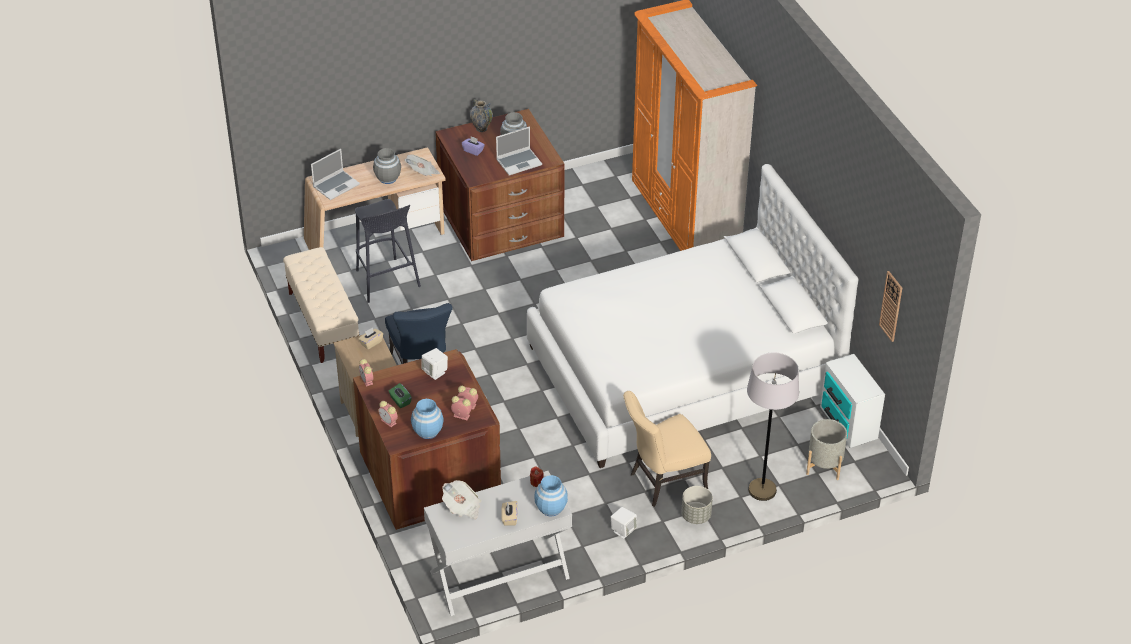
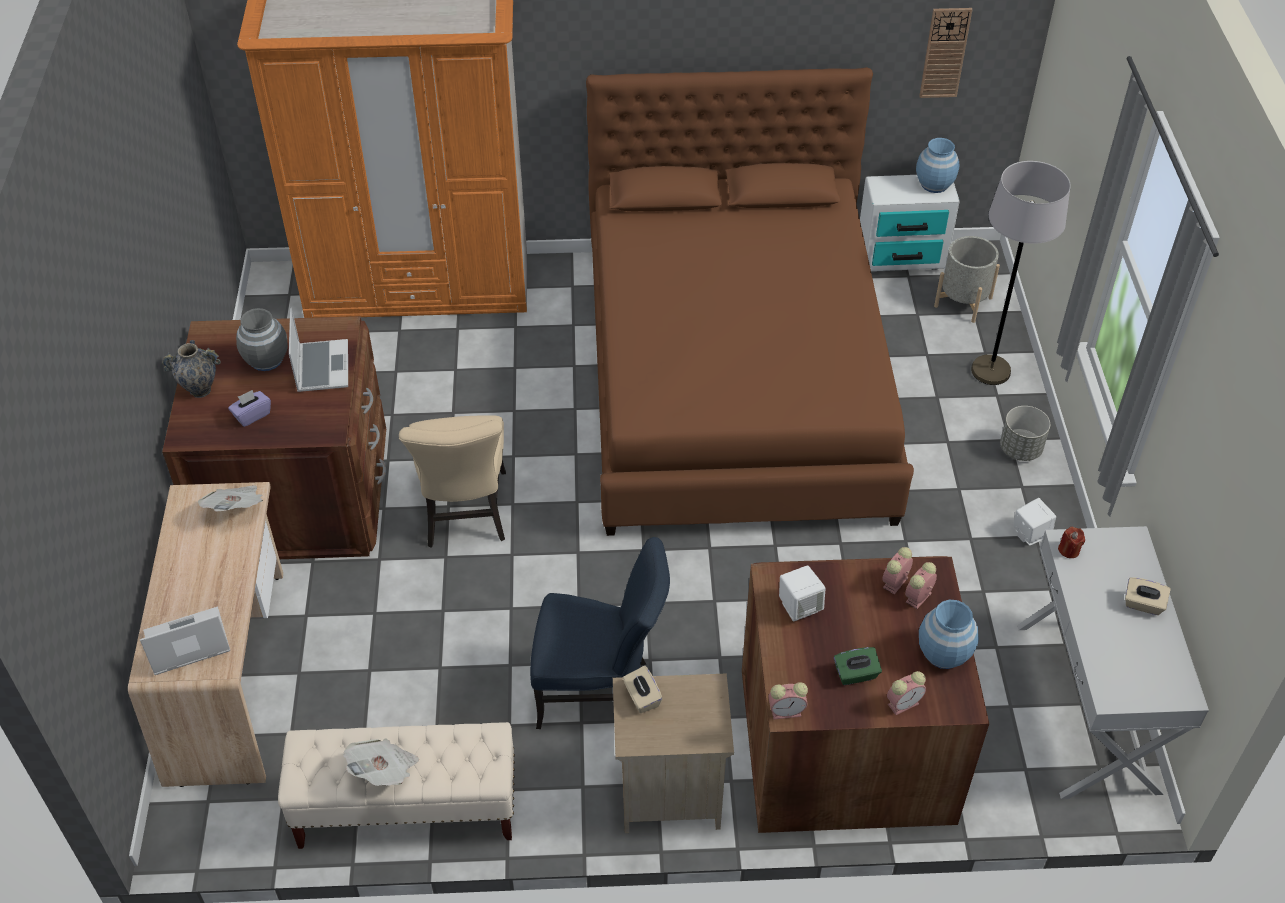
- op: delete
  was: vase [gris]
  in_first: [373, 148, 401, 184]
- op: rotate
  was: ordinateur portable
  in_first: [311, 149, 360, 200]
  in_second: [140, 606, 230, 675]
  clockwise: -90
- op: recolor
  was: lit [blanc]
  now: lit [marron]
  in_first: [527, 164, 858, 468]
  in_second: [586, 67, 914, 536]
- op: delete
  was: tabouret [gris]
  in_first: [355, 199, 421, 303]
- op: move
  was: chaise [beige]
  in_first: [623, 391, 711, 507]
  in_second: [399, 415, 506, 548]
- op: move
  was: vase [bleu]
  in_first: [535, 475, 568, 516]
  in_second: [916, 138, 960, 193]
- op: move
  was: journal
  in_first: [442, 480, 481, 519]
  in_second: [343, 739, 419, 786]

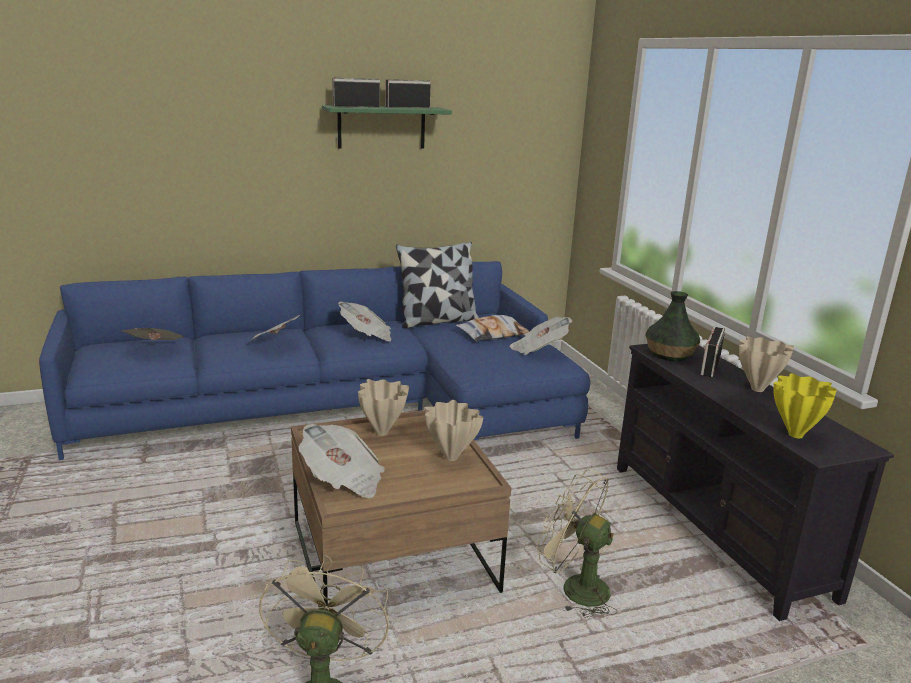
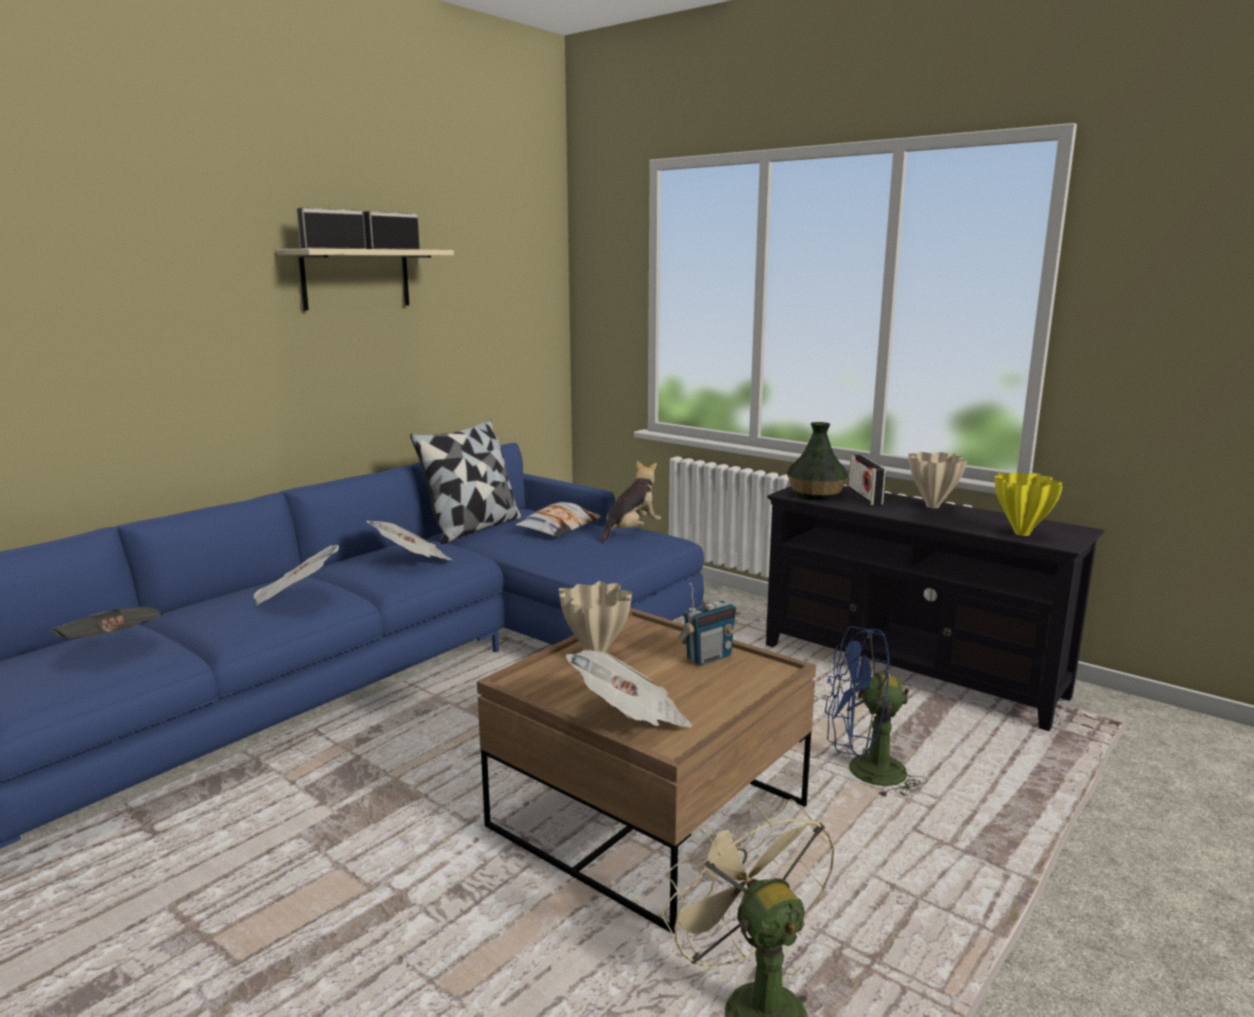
- op: recolor
  was: étagère [vert]
  now: étagère [beige]
  in_first: [322, 105, 452, 149]
  in_second: [277, 249, 454, 310]
- op: replace
  was: journal
  now: peluche
  in_first: [510, 317, 572, 355]
  in_second: [601, 461, 661, 543]
- op: replace
  was: vase [beige]
  now: radio
  in_first: [424, 400, 483, 461]
  in_second: [679, 583, 736, 665]
- op: recolor
  was: ventilateur [beige]
  now: ventilateur [bleu]
  in_first: [536, 469, 617, 618]
  in_second: [824, 626, 927, 798]

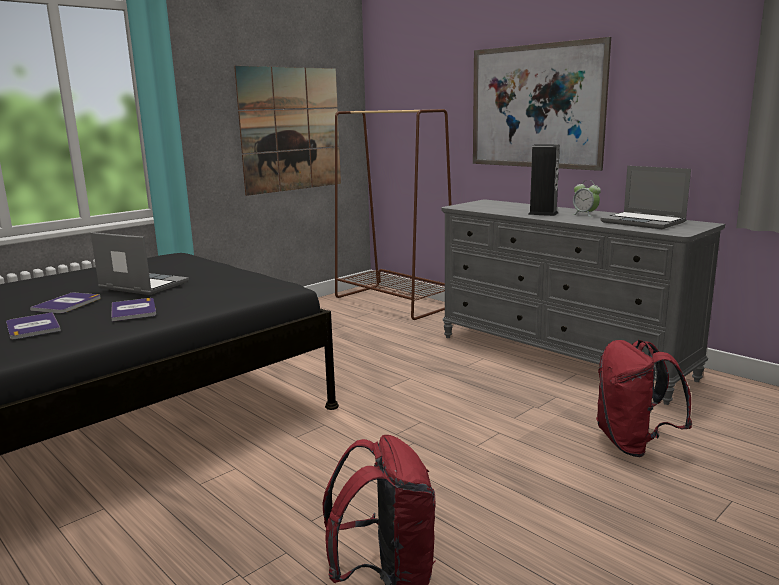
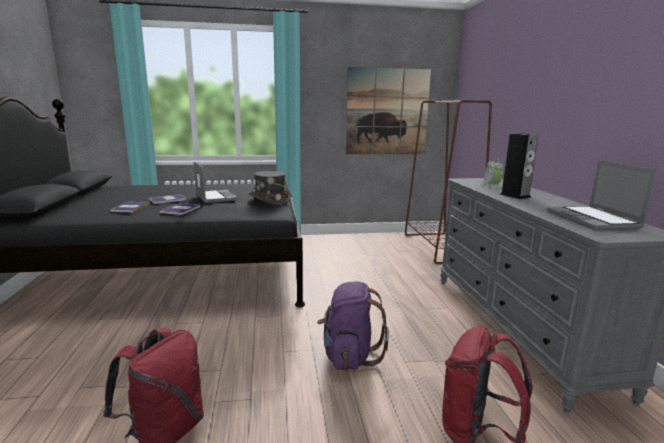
- op: delete
  was: tableau
  in_first: [473, 37, 611, 171]
- op: move
  was: réveil
  in_first: [572, 183, 601, 217]
  in_second: [483, 158, 504, 188]
- op: insert
  now: chapeau [gris]
  in_second: [249, 171, 291, 205]
- op: insert
  now: sac à dos [violet]
  in_second: [317, 281, 389, 370]

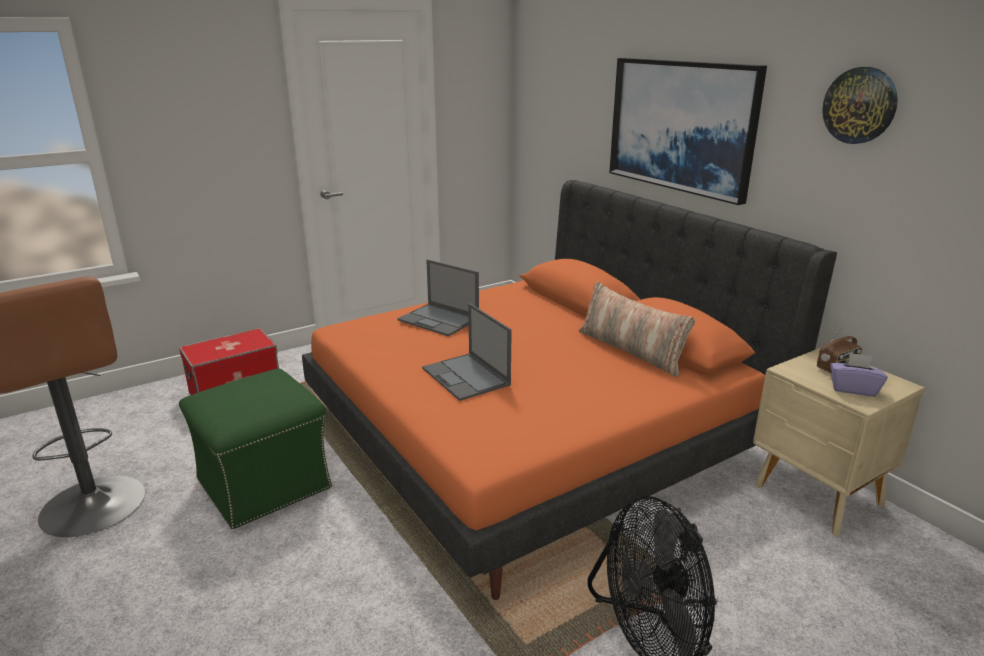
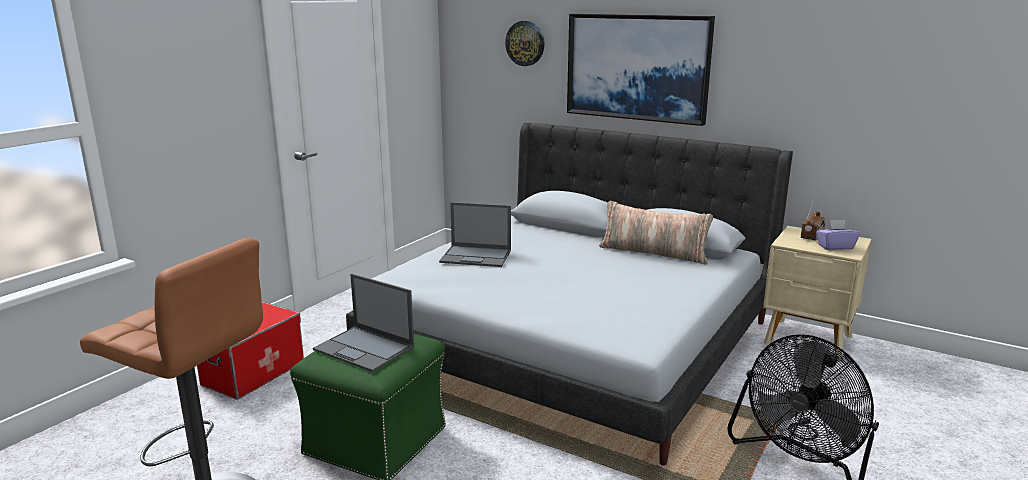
- op: move
  was: horloge murale
  in_first: [822, 67, 898, 144]
  in_second: [505, 21, 545, 66]
- op: recolor
  was: lit [orange]
  now: lit [gris]
  in_first: [302, 180, 837, 600]
  in_second: [346, 123, 793, 465]
- op: move
  was: ordinateur portable
  in_first: [422, 303, 512, 401]
  in_second: [313, 274, 414, 372]

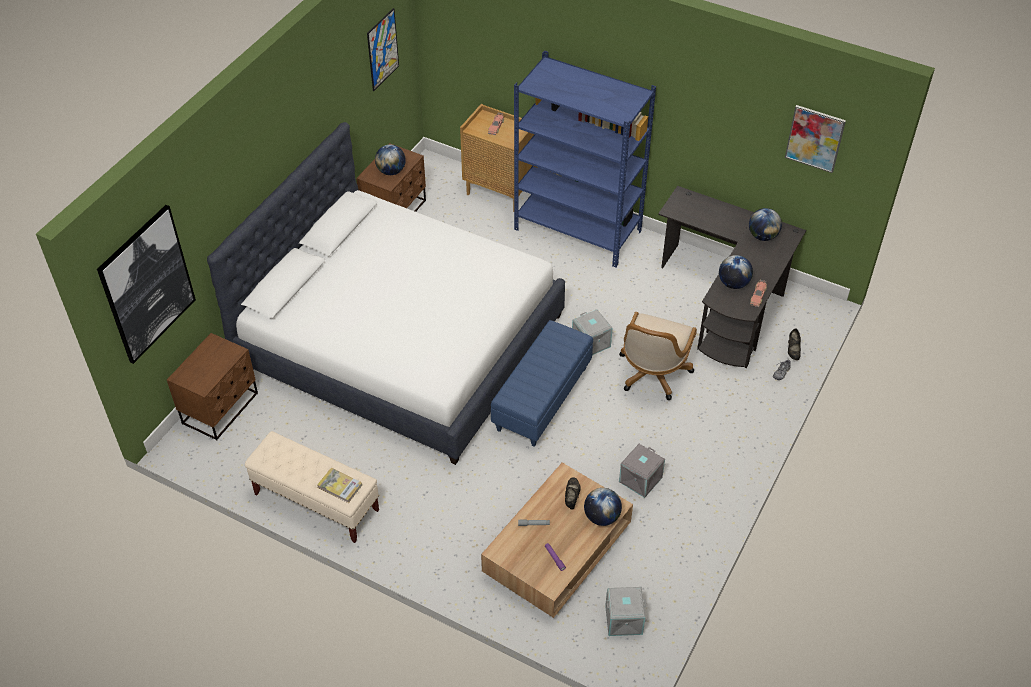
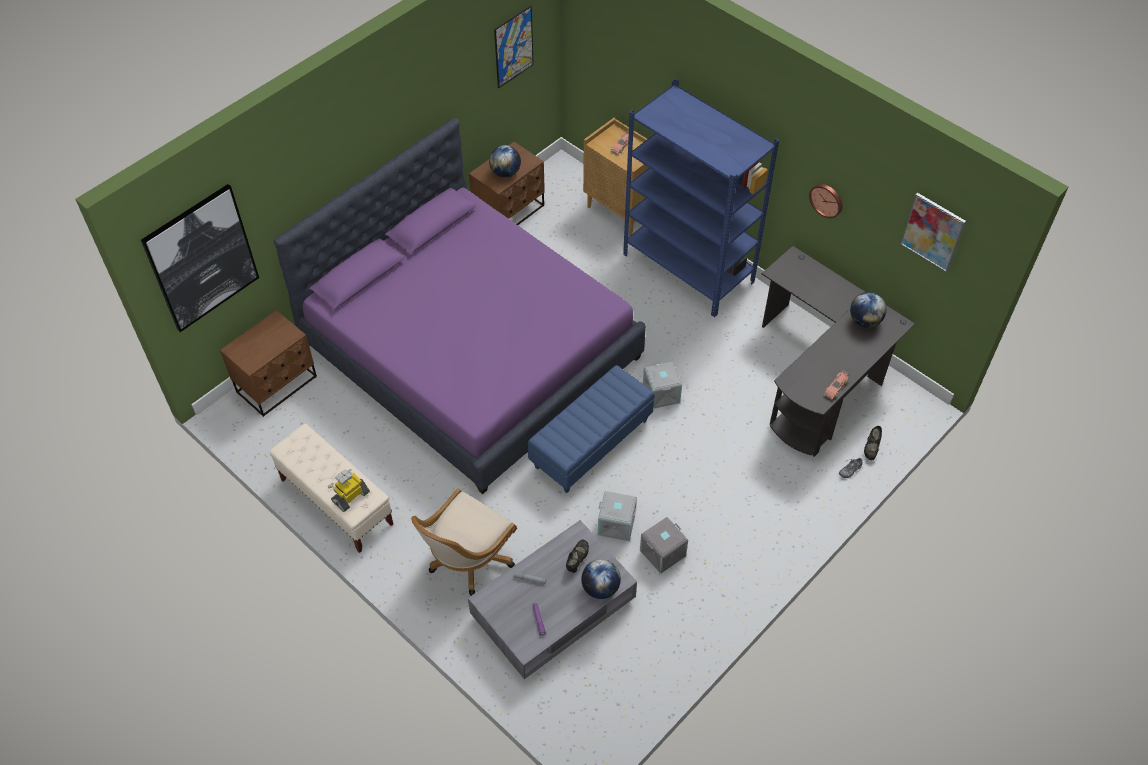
- op: recolor
  was: lit [blanc]
  now: lit [violet]
  in_first: [207, 122, 565, 465]
  in_second: [274, 118, 646, 494]
- op: delete
  was: globe
  in_first: [719, 255, 753, 289]
- op: move
  was: chaise de bureau
  in_first: [619, 312, 697, 400]
  in_second: [411, 489, 517, 596]
- op: recolor
  was: table basse [marron]
  now: table basse [gris]
  in_first: [481, 463, 633, 618]
  in_second: [468, 520, 637, 679]
- op: replace
  was: livre
  now: robot jouet
  in_first: [317, 468, 362, 503]
  in_second: [328, 469, 370, 512]
- op: move
  was: boîte de rangement [gris]
  in_first: [605, 587, 647, 636]
  in_second: [598, 491, 637, 541]
- op: insert
  now: horloge murale
  in_second: [809, 184, 843, 218]

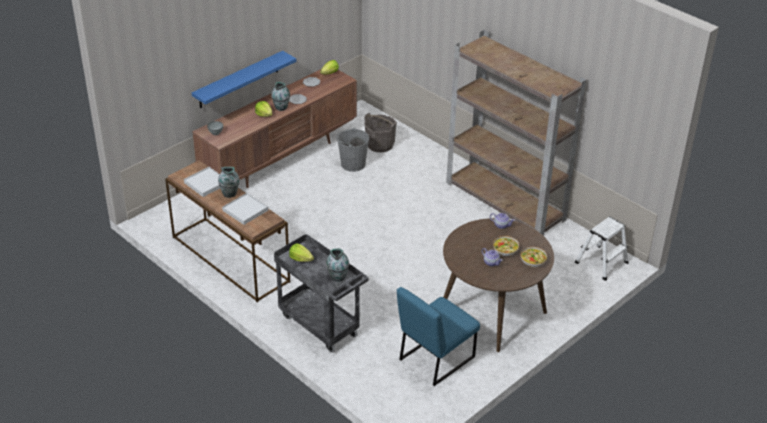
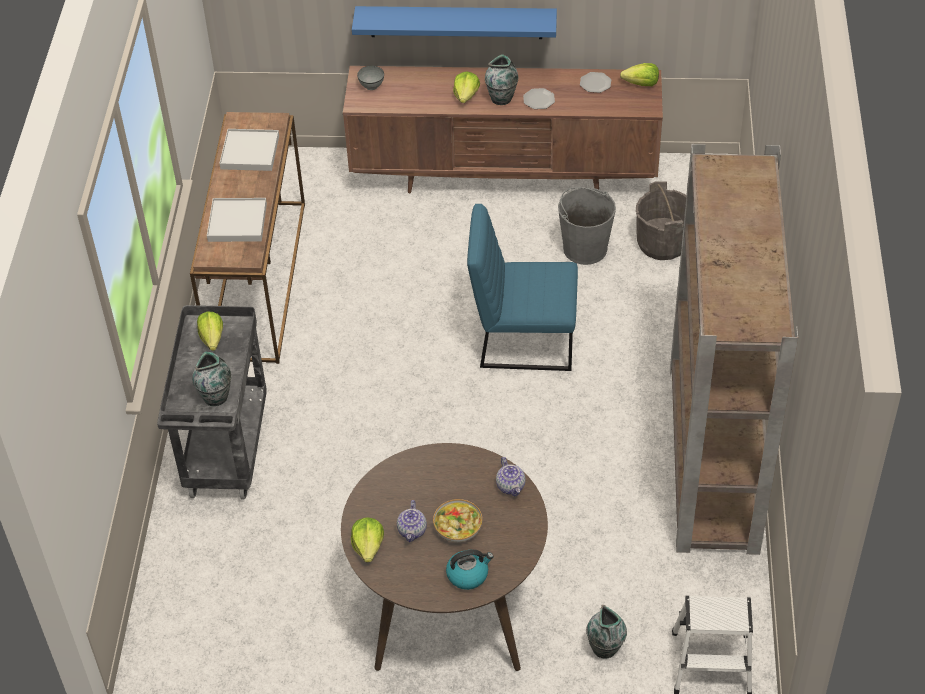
- op: move
  was: vase
  in_first: [218, 167, 240, 198]
  in_second: [586, 605, 627, 658]
- op: replace
  was: bol
  now: bouilloire
  in_first: [521, 247, 547, 267]
  in_second: [446, 549, 494, 590]
- op: move
  was: chaise [bleu]
  in_first: [397, 287, 480, 386]
  in_second: [467, 204, 578, 371]
- op: insert
  now: laitue
  in_second: [351, 517, 384, 562]

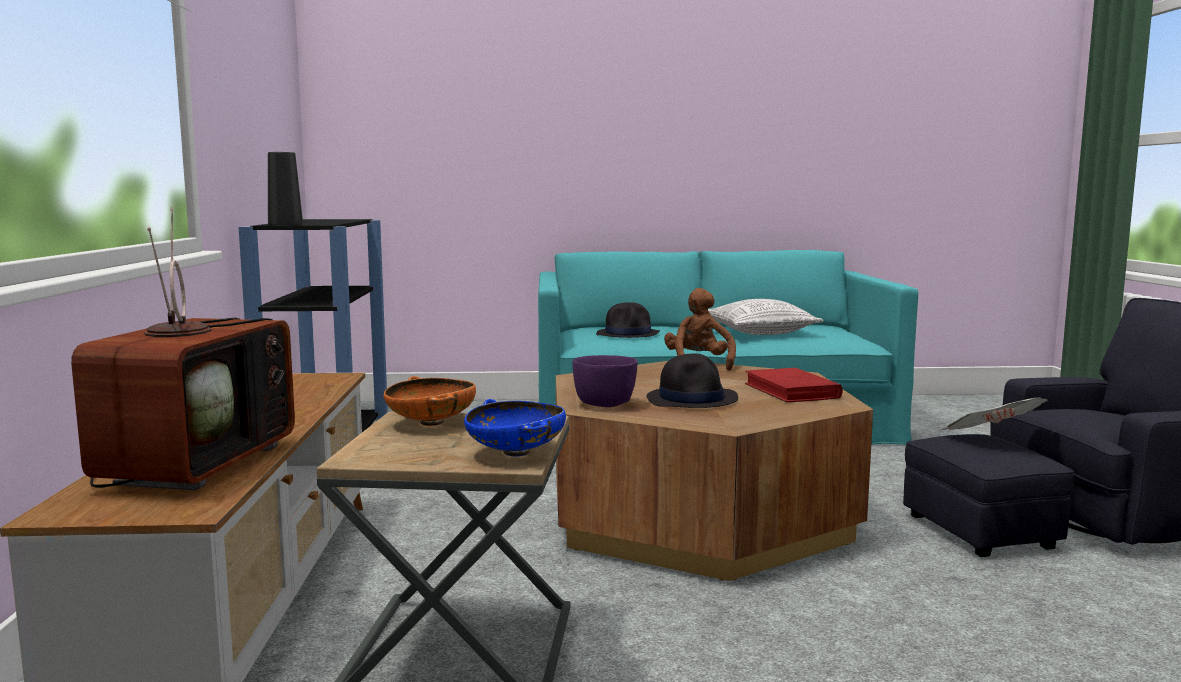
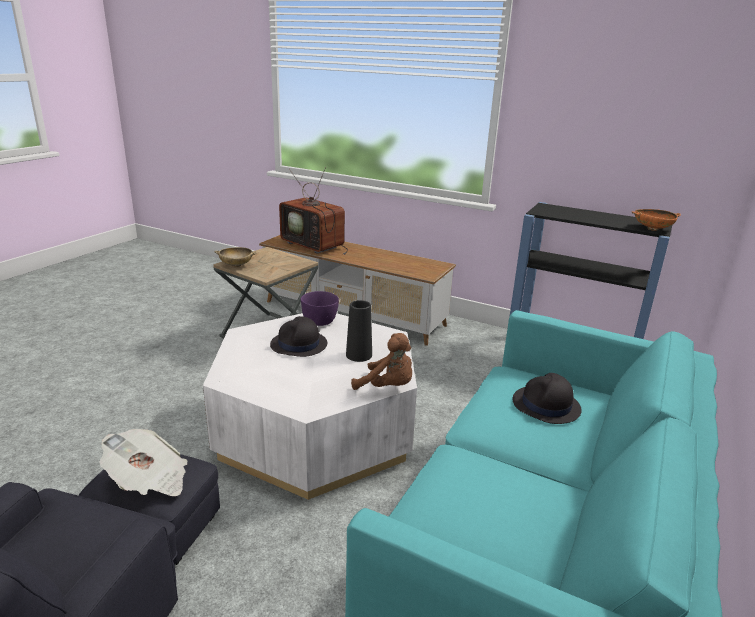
- op: move
  was: vase [noir]
  in_first: [268, 152, 303, 225]
  in_second: [346, 300, 372, 362]
- op: delete
  was: coussin
  in_first: [708, 299, 823, 335]
- op: recolor
  was: table basse [marron]
  now: table basse [blanc]
  in_first: [556, 361, 873, 581]
  in_second: [203, 313, 417, 500]
- op: delete
  was: livre [rouge]
  in_first: [745, 368, 843, 402]
- op: move
  was: bol [orange]
  in_first: [384, 376, 476, 426]
  in_second: [631, 209, 681, 231]
- op: recolor
  was: bol [bleu]
  now: bol [beige]
  in_first: [464, 399, 566, 456]
  in_second: [215, 247, 257, 267]

